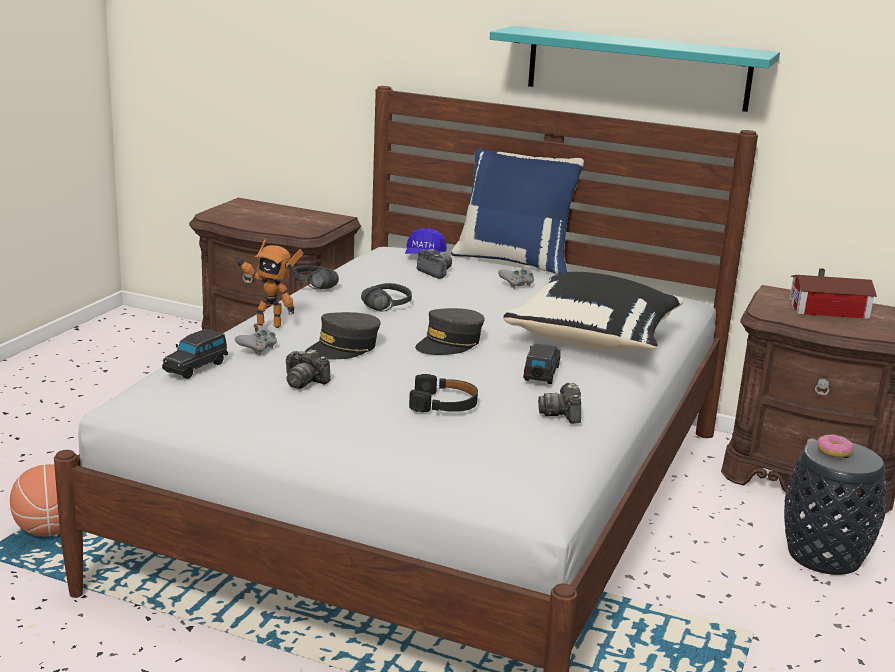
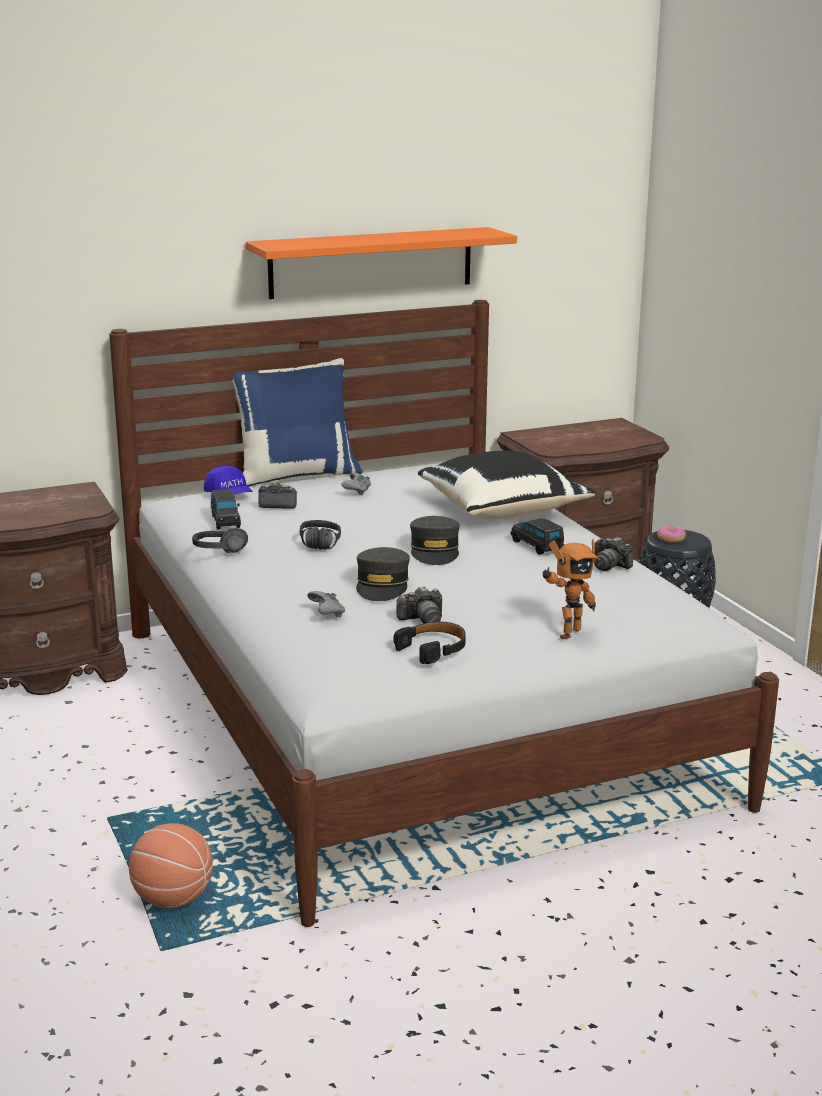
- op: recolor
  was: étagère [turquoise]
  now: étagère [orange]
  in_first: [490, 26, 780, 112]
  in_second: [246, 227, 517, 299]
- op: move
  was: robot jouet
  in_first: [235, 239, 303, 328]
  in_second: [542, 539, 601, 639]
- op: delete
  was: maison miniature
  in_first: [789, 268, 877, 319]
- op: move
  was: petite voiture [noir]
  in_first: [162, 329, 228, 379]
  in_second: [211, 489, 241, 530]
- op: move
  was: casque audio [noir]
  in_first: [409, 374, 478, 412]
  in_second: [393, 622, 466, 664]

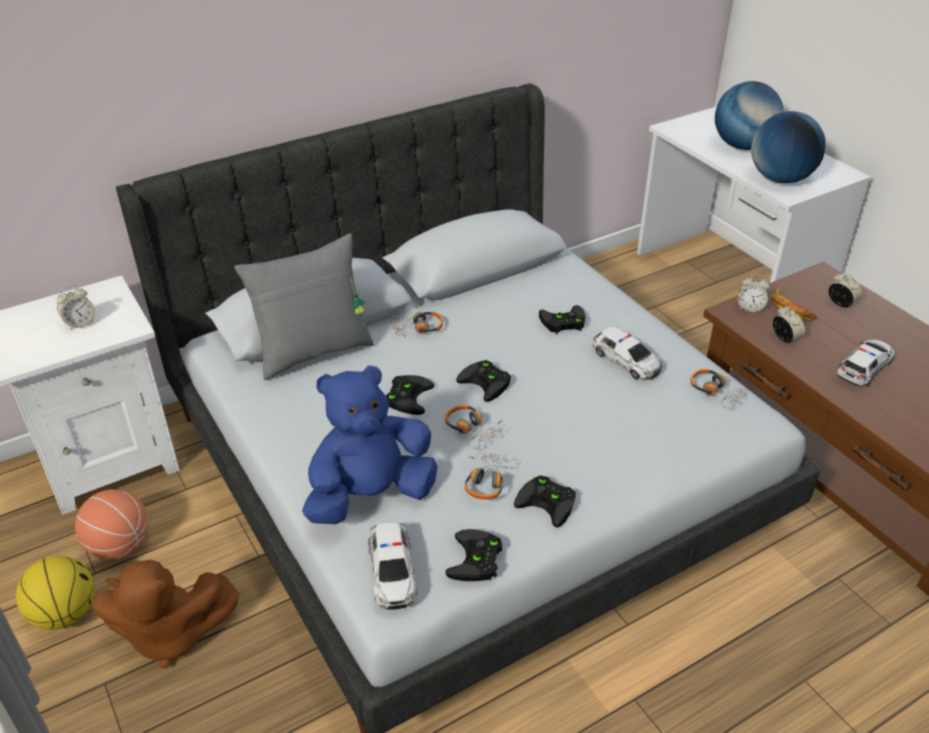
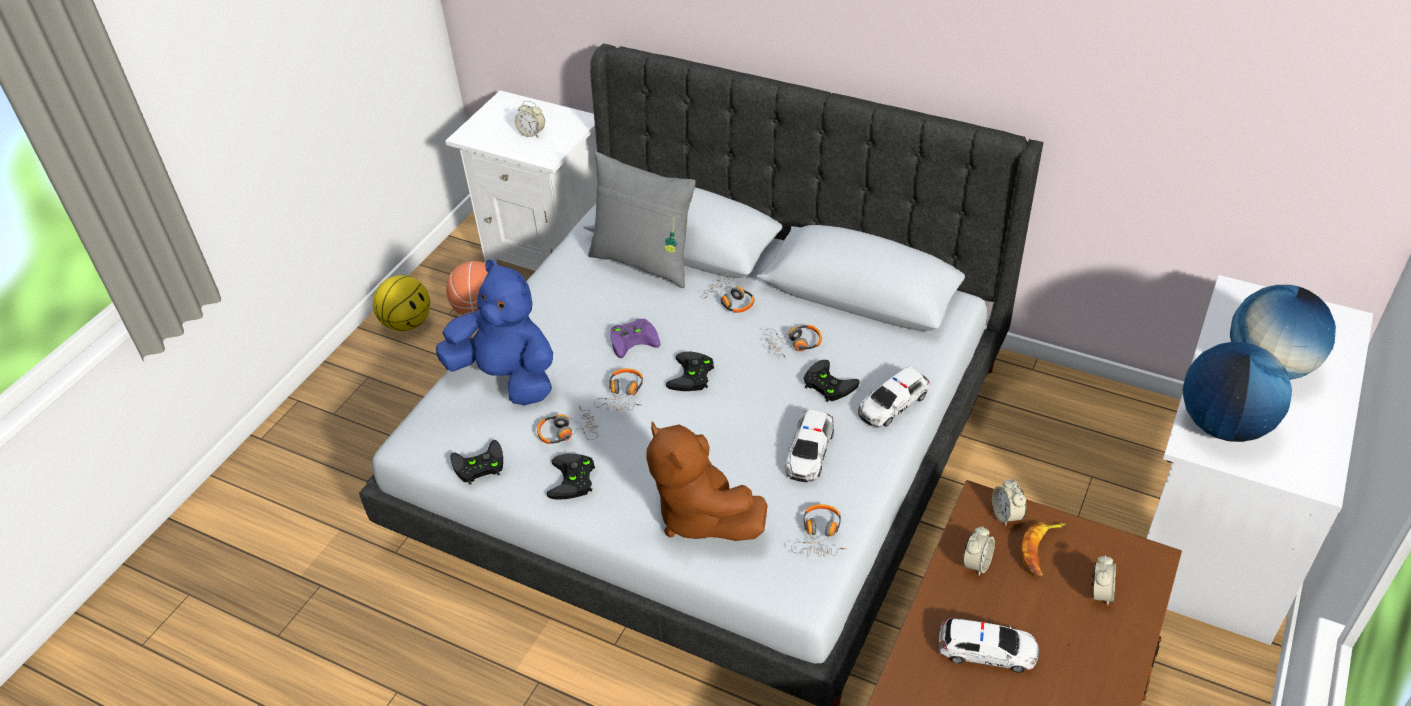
- op: recolor
  was: manette [noir]
  now: manette [violet]
  in_first: [386, 375, 434, 415]
  in_second: [610, 319, 660, 358]
- op: move
  was: petite voiture
  in_first: [368, 522, 417, 610]
  in_second: [858, 367, 930, 428]
- op: move
  was: peluche [marron]
  in_first: [92, 560, 240, 668]
  in_second: [646, 421, 768, 541]
- op: insert
  now: casque audio
  in_second: [764, 325, 822, 359]

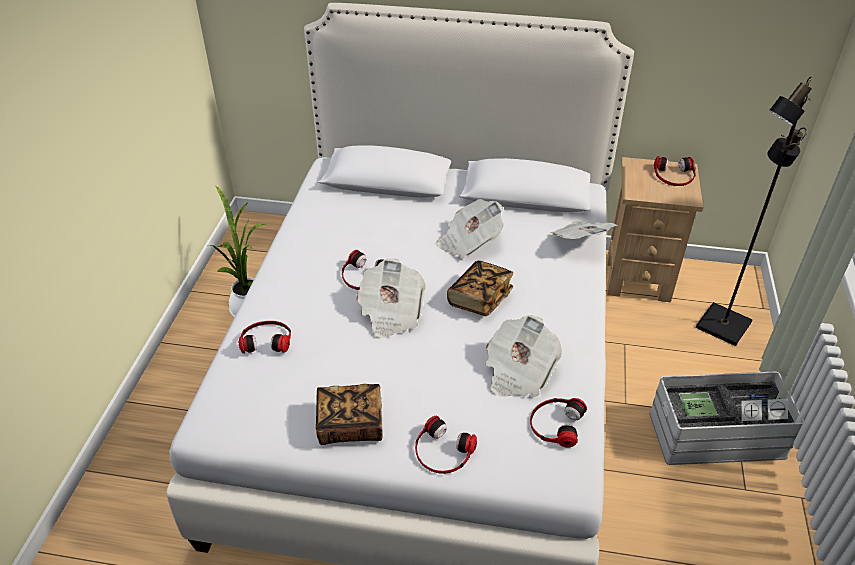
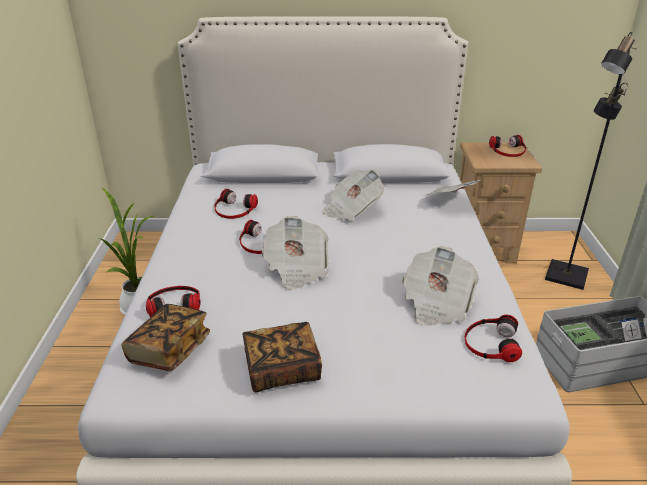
- op: move
  was: livre
  in_first: [447, 261, 513, 316]
  in_second: [122, 304, 210, 371]
- op: move
  was: casque audio
  in_first: [415, 416, 477, 474]
  in_second: [214, 189, 258, 219]

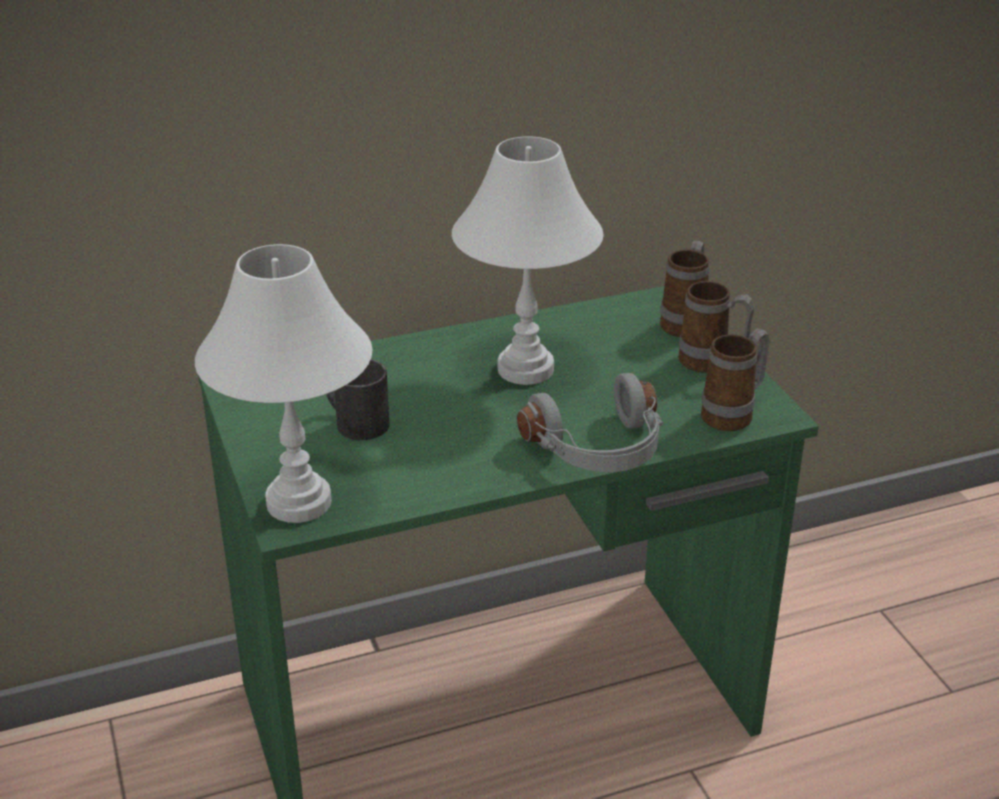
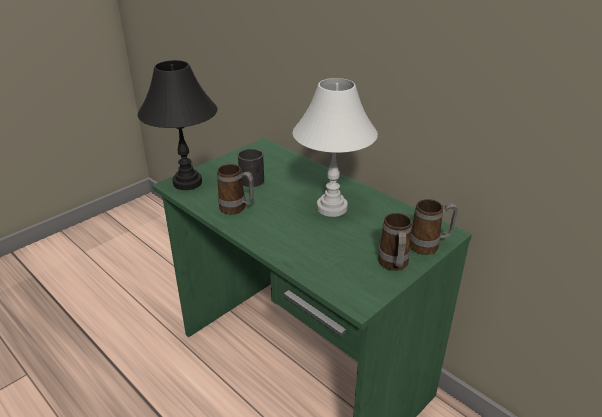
- op: recolor
  was: lampe de table [blanc]
  now: lampe de table [noir]
  in_first: [195, 244, 373, 523]
  in_second: [138, 60, 217, 190]
- op: move
  was: mug
  in_first: [701, 329, 770, 431]
  in_second: [217, 164, 254, 214]
- op: delete
  was: casque audio [gris]
  in_first: [517, 373, 664, 472]

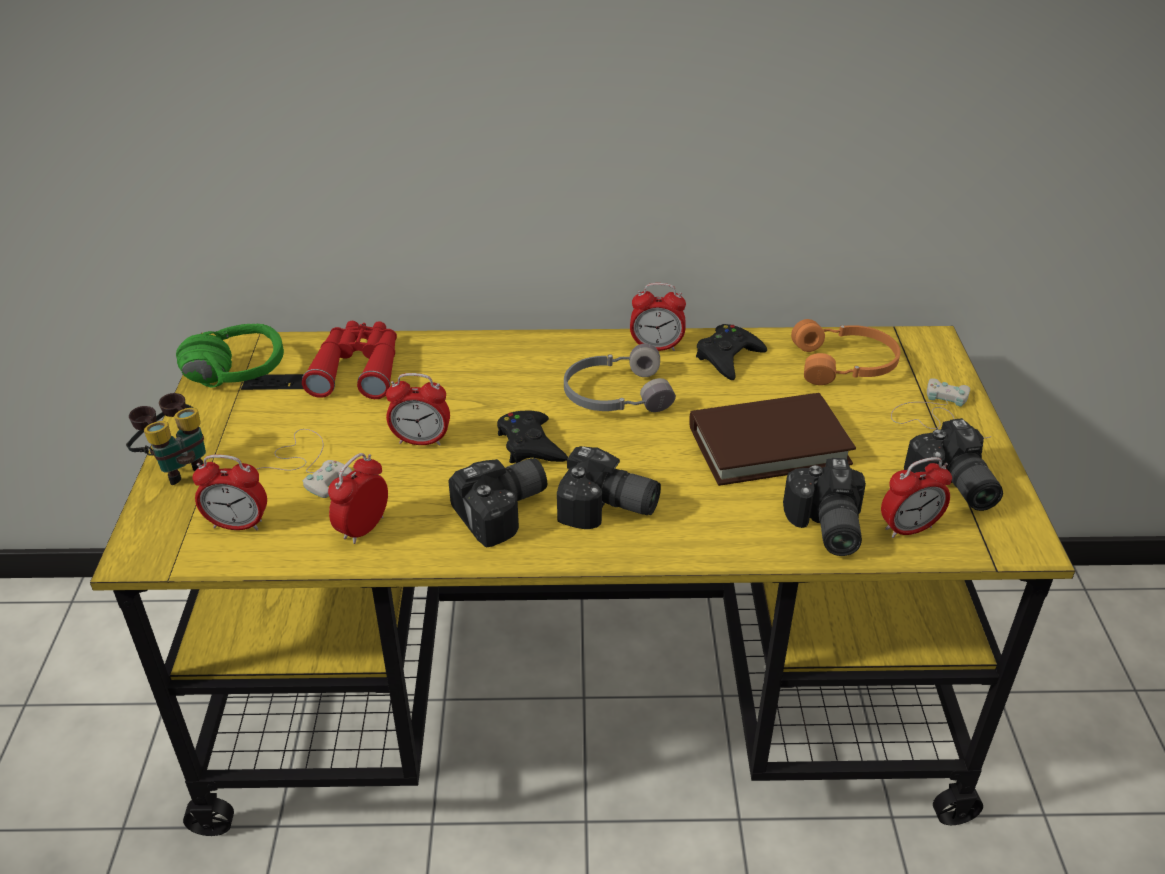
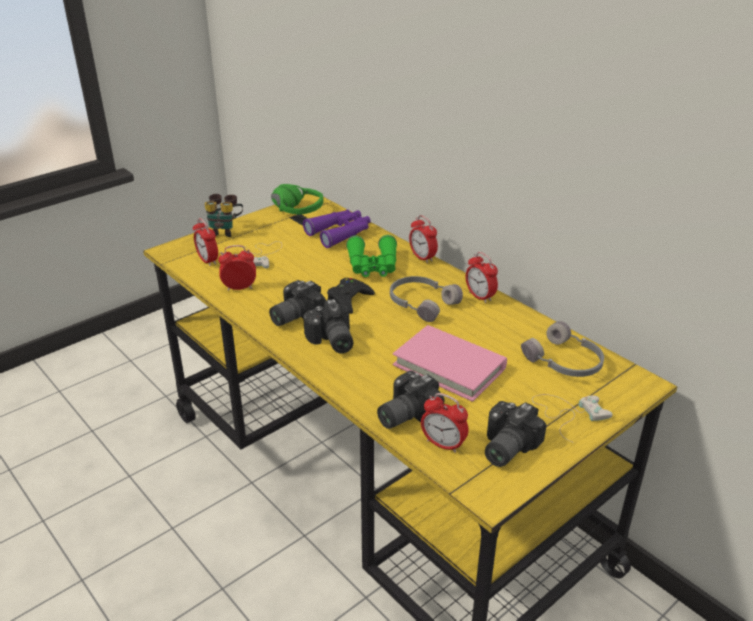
- op: recolor
  was: casque audio [orange]
  now: casque audio [gris]
  in_first: [791, 319, 900, 385]
  in_second: [521, 321, 604, 377]
- op: recolor
  was: jumelles [rouge]
  now: jumelles [violet]
  in_first: [302, 321, 397, 399]
  in_second: [303, 209, 371, 248]
- op: delete
  was: manette [noir]
  in_first: [696, 324, 767, 380]
- op: move
  was: réveil
  in_first: [386, 373, 450, 446]
  in_second: [409, 215, 438, 263]
- op: recolor
  was: livre [marron]
  now: livre [rose]
  in_first: [689, 393, 856, 486]
  in_second: [393, 325, 507, 402]
- op: rotate
  was: appareil photo
  in_first: [448, 458, 547, 547]
  in_second: [269, 280, 326, 326]
  clockwise: 120
- op: insert
  now: jumelles [vert]
  in_second: [346, 235, 397, 277]

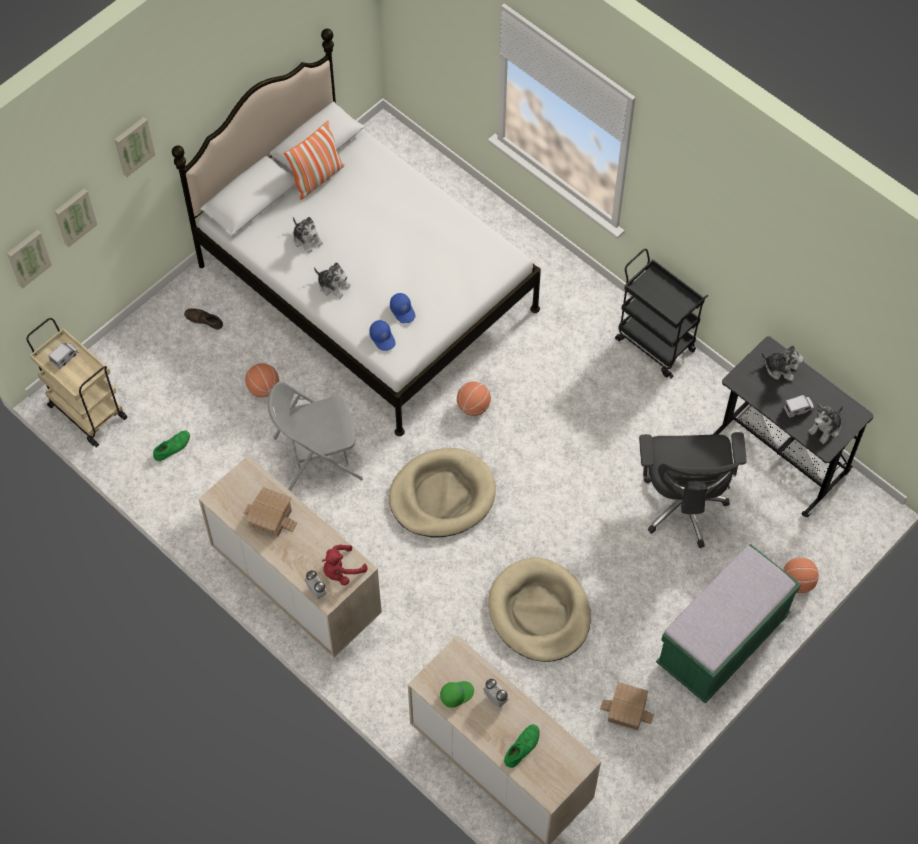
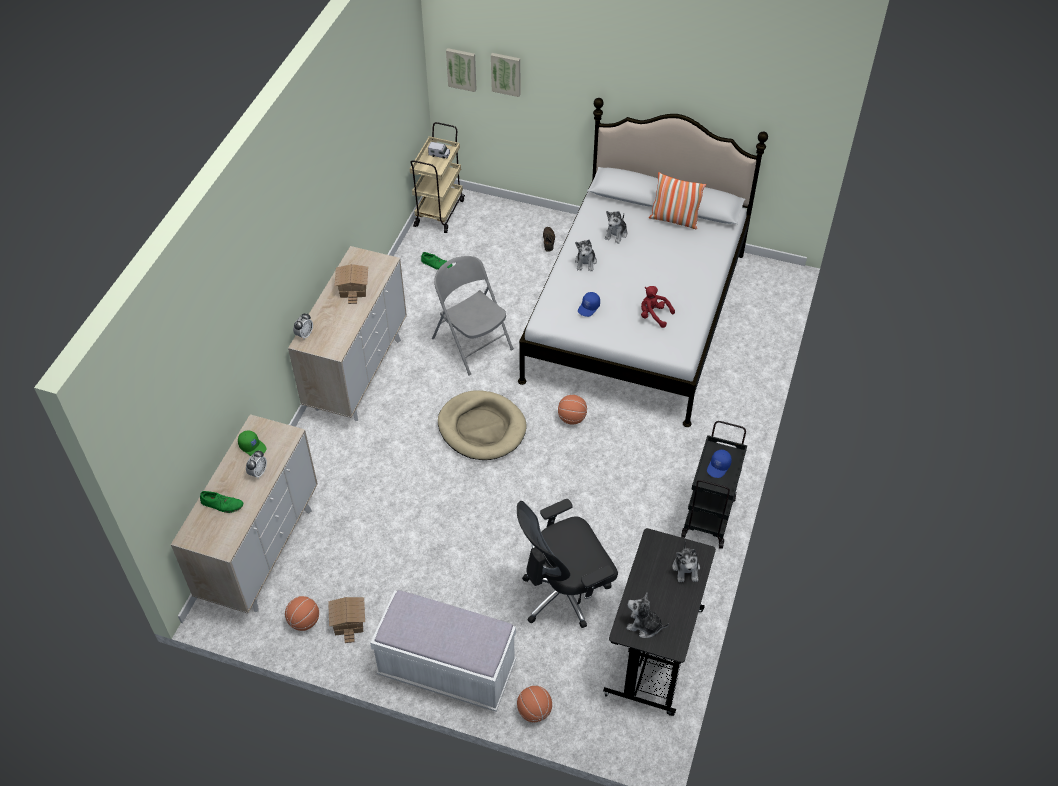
- op: delete
  was: tableau
  in_first: [114, 117, 155, 177]
- op: move
  was: casquette [bleu]
  in_first: [369, 320, 396, 351]
  in_second: [707, 449, 732, 478]
- op: move
  was: ballon de basket
  in_first: [245, 363, 279, 398]
  in_second: [285, 596, 319, 631]
- op: delete
  was: camion jouet
  in_first: [784, 394, 814, 418]
- op: recolor
  was: banc [vert]
  now: banc [blanc]
  in_first: [656, 544, 801, 704]
  in_second: [370, 590, 516, 712]
- op: move
  was: peluche [rouge]
  in_first: [322, 545, 367, 585]
  in_second: [641, 286, 675, 328]
- op: delete
  was: panier pour chien [beige]
  in_first: [488, 558, 591, 662]

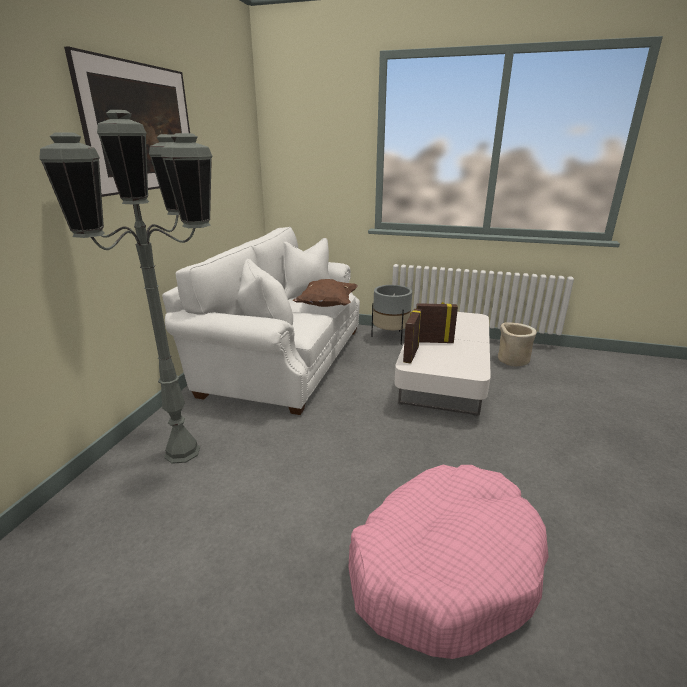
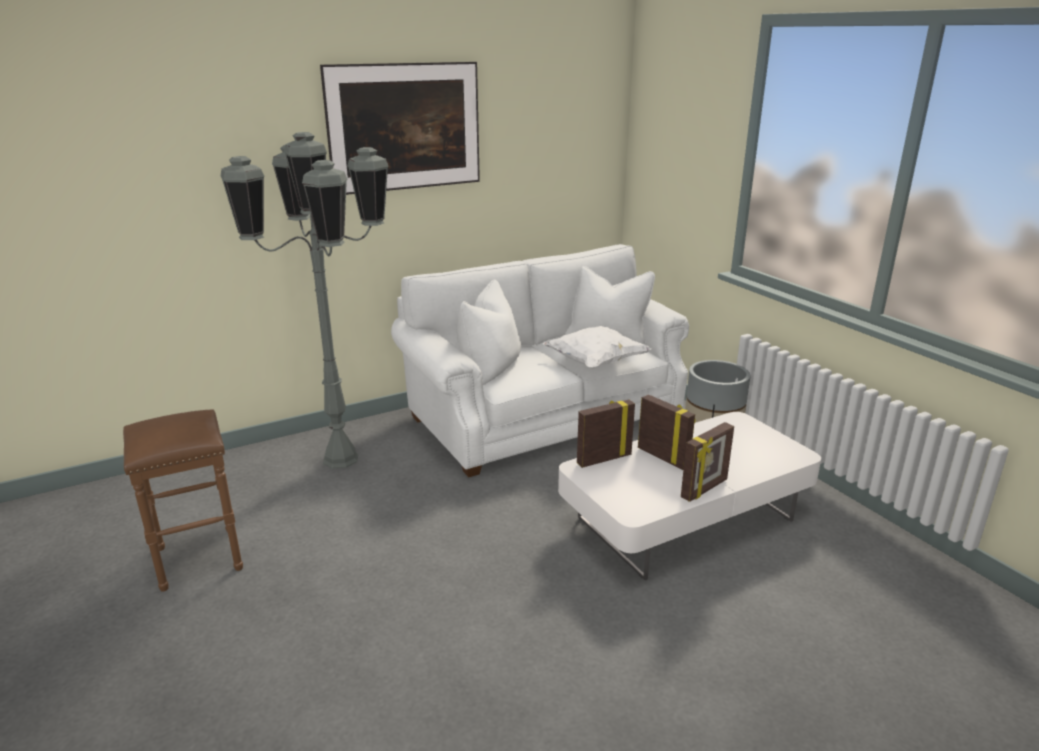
- op: recolor
  was: coussin [marron]
  now: coussin [blanc]
  in_first: [293, 279, 358, 307]
  in_second: [543, 326, 652, 369]
- op: delete
  was: cache-pot [beige]
  in_first: [498, 322, 537, 367]
- op: delete
  was: panier pour chien [rose]
  in_first: [348, 465, 549, 659]
- op: insert
  now: tabouret [marron]
  in_second: [123, 409, 243, 591]
- op: insert
  now: cadre photo
  in_second: [681, 422, 734, 502]

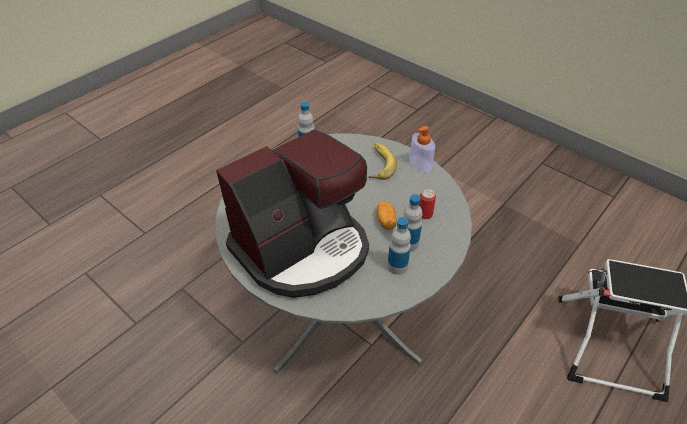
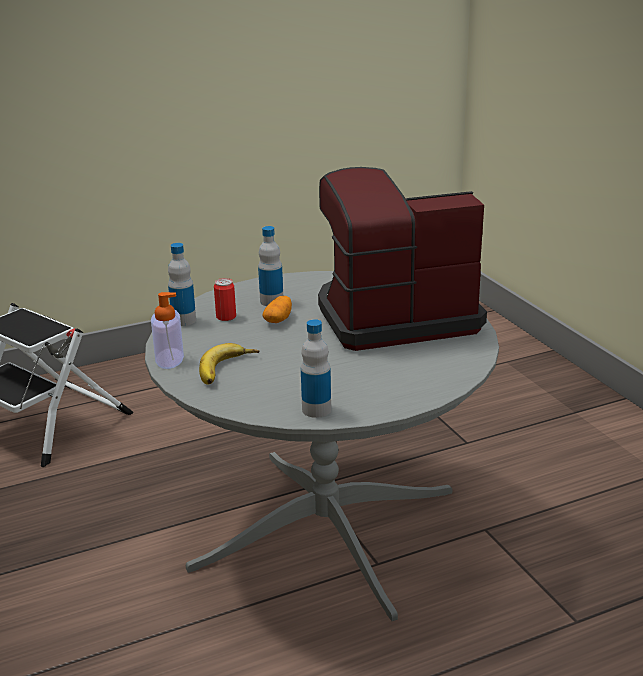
- op: move
  was: bouteille
  in_first: [387, 217, 411, 275]
  in_second: [168, 243, 196, 326]

